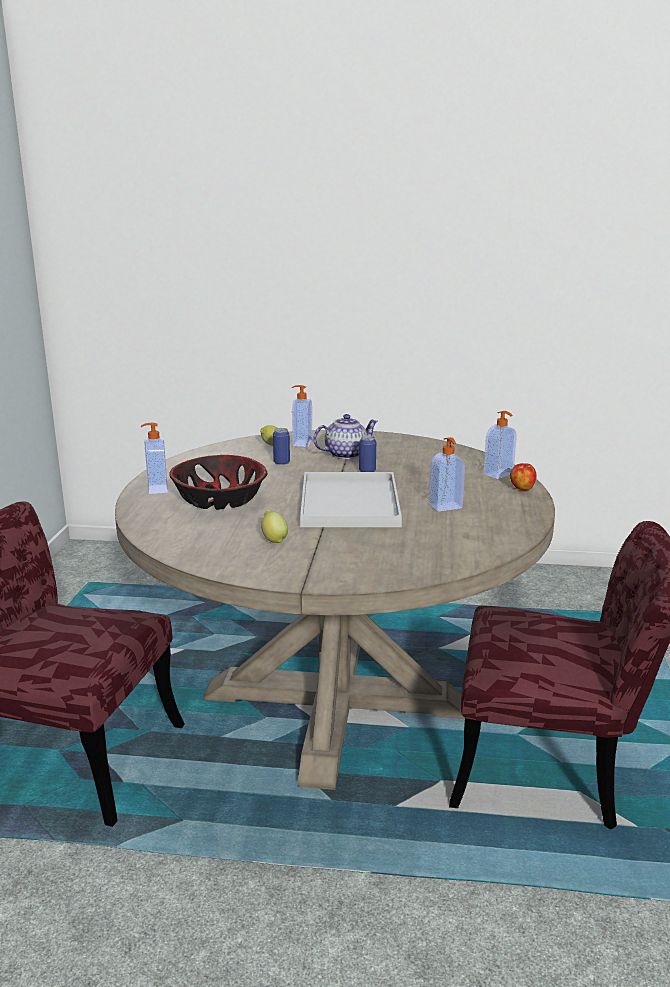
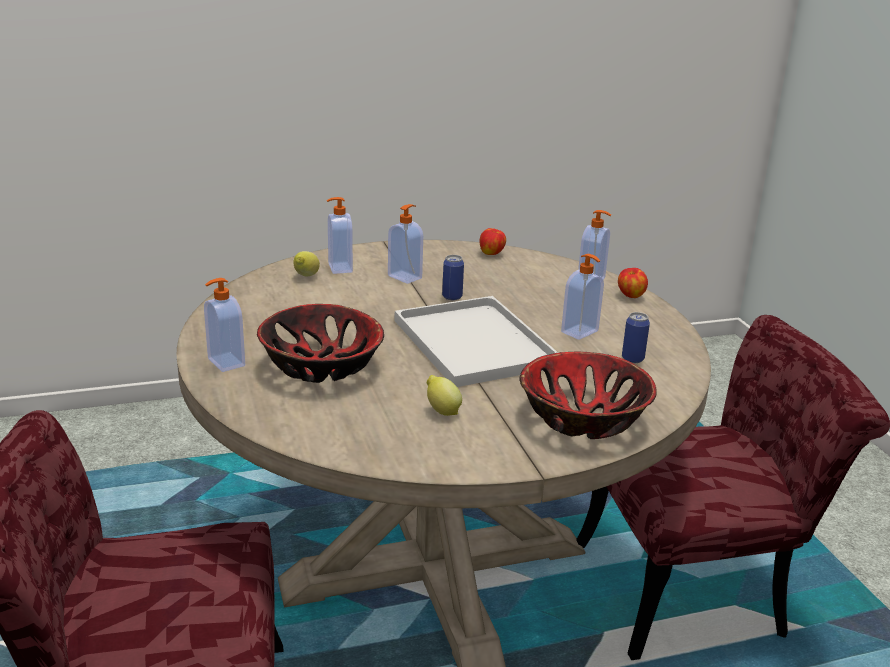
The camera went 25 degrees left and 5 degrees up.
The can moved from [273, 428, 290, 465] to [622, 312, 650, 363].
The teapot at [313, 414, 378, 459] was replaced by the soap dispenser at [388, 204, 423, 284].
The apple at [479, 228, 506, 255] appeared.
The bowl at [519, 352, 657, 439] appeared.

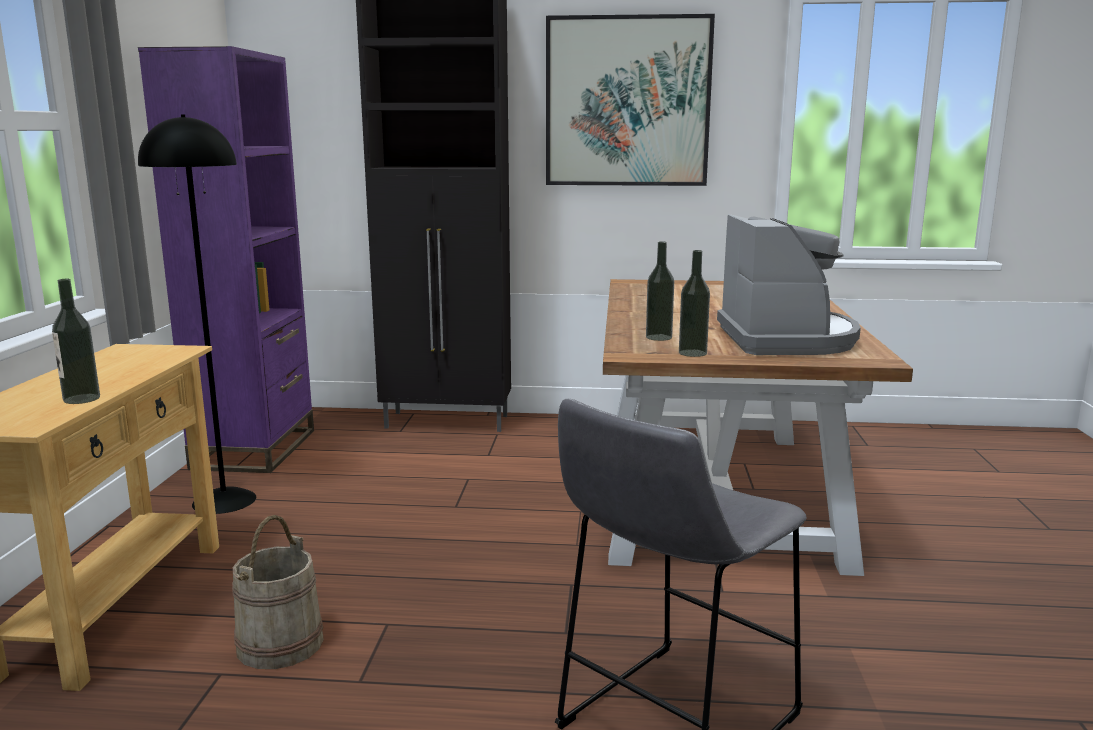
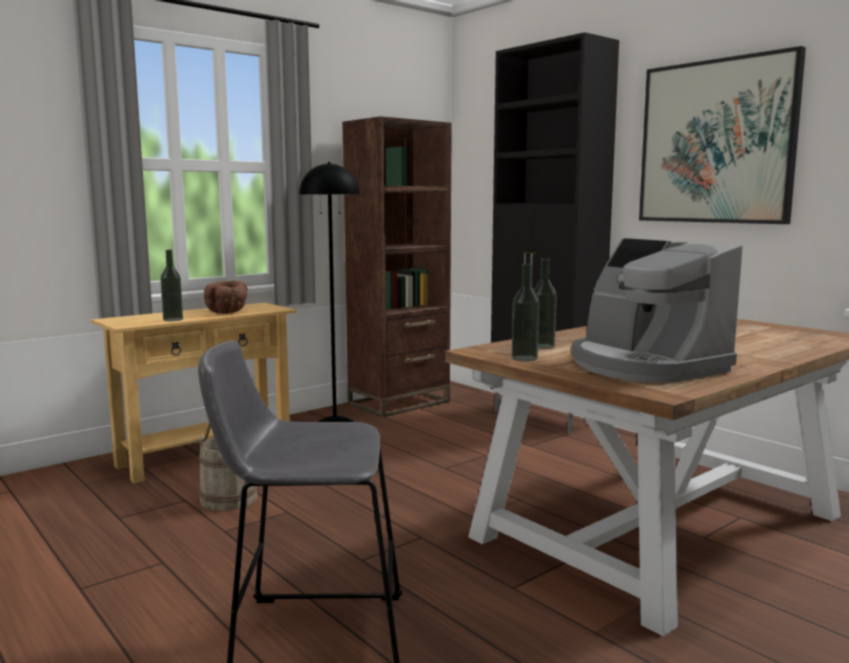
The camera went 45 degrees right and 5 degrees down.
The purple bookcase at [138, 46, 314, 473] became the brown bookcase at [343, 116, 452, 418].
The coffee machine at [717, 214, 861, 355] turned 105 degrees clockwise.
The brown bowl at [204, 281, 247, 314] appeared.

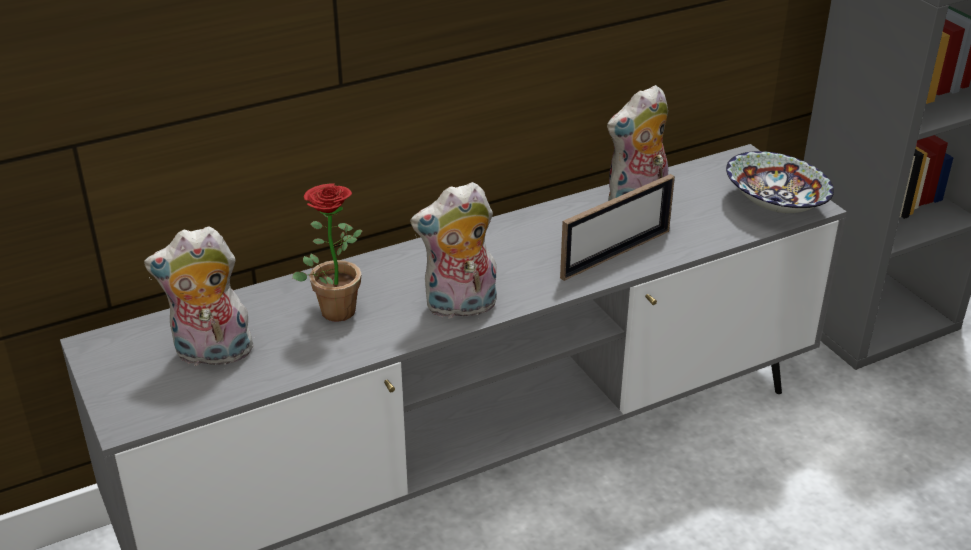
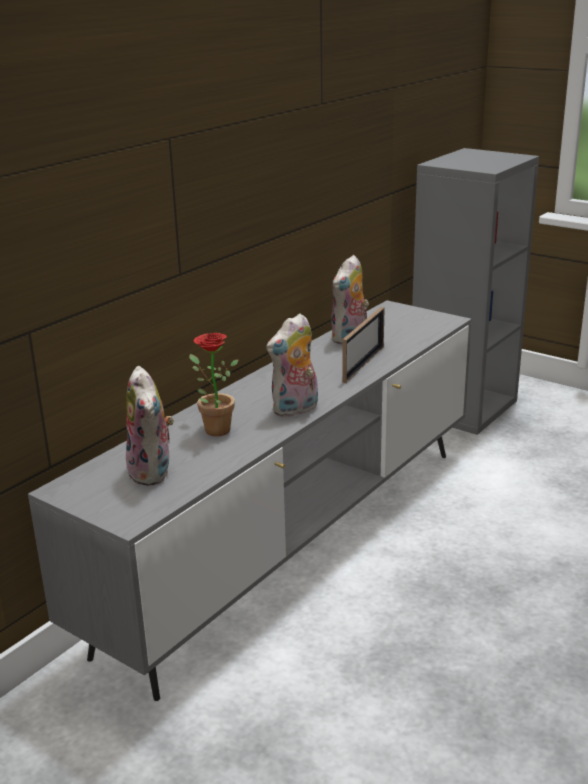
The camera went 25 degrees left and 10 degrees down.
The plush toy at [144, 226, 258, 369] turned 75 degrees counterclockwise.
The bowl at [726, 151, 834, 213] disappeared.

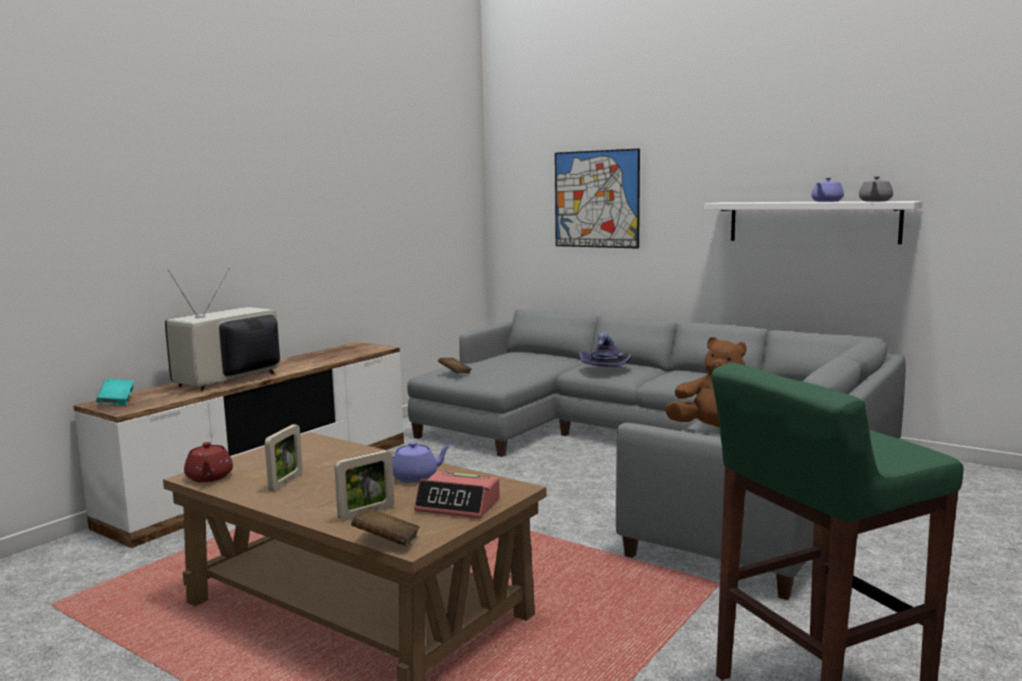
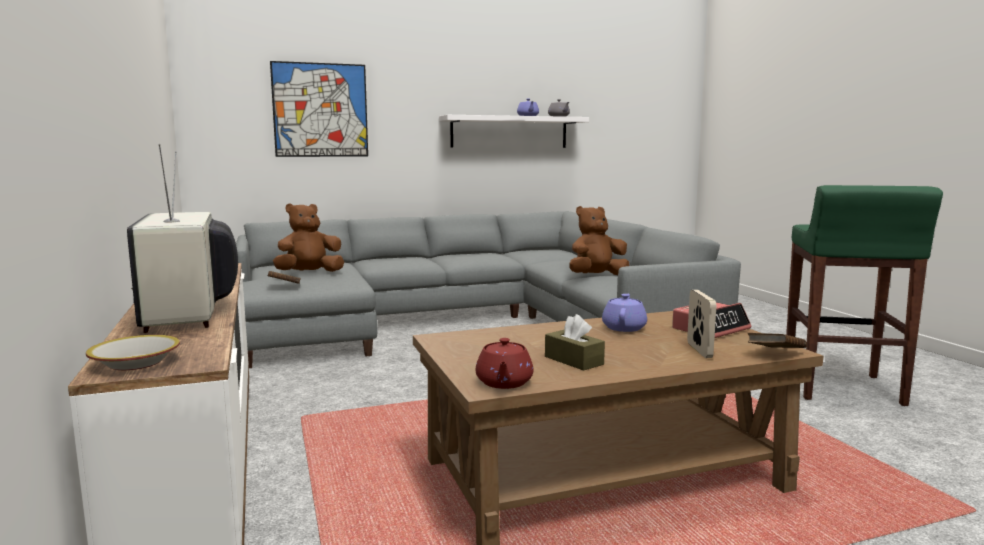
The camera went 55 degrees left and 0 degrees up.
The turquoise book at [96, 378, 134, 405] was replaced by the bowl at [86, 335, 180, 370].
The red teapot at [184, 442, 233, 482] turned 75 degrees clockwise.
The picture frame at [265, 424, 303, 491] was replaced by the brown tissue box at [545, 314, 605, 371].
The purple hat at [580, 333, 632, 367] disappeared.
The brown plush toy at [273, 203, 344, 272] appeared.

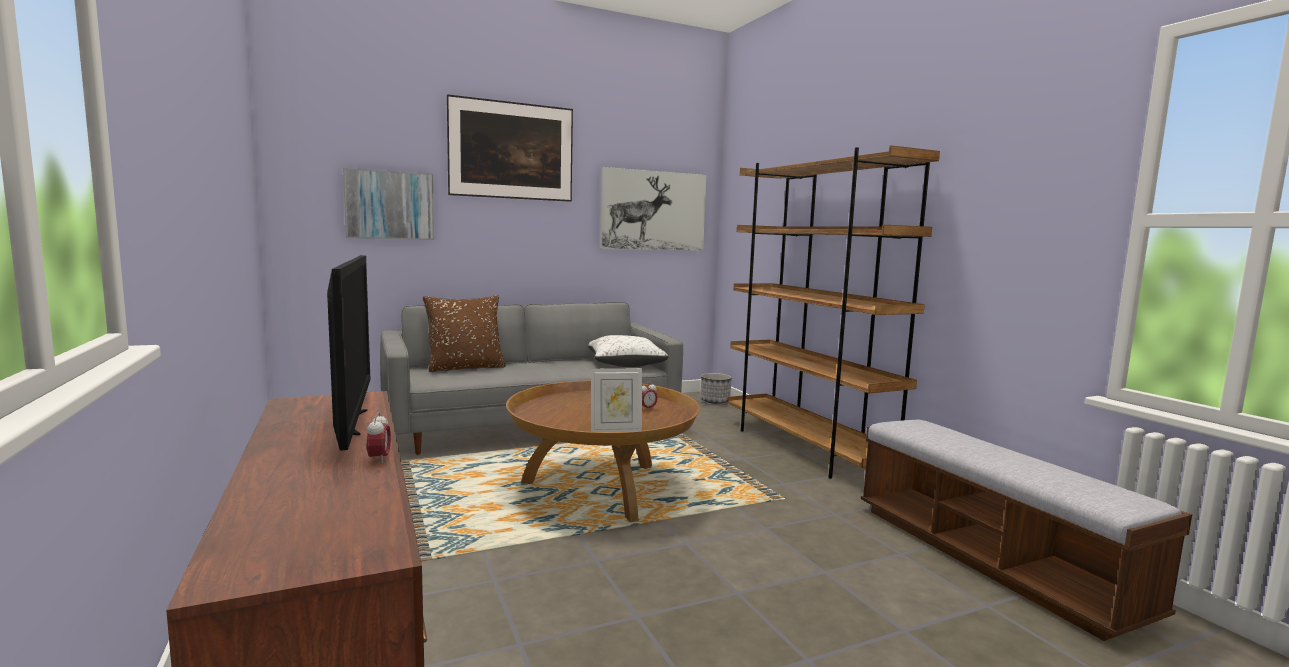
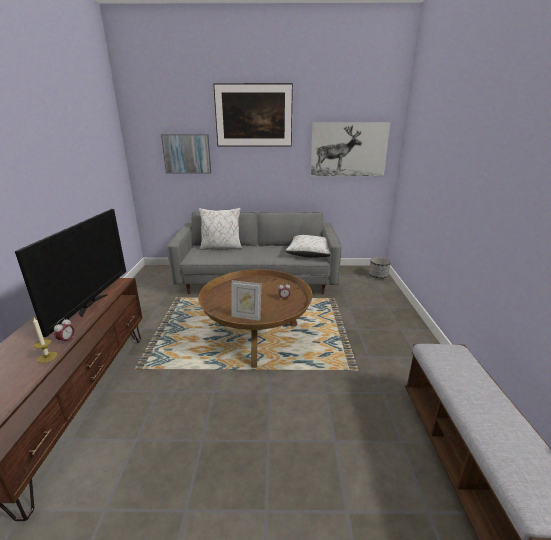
The camera went 25 degrees right and 15 degrees up.
The brown pillow at [423, 295, 506, 372] became the white pillow at [199, 208, 242, 250].
The brown bookcase at [727, 145, 940, 479] disappeared.
The candle at [33, 318, 58, 363] appeared.

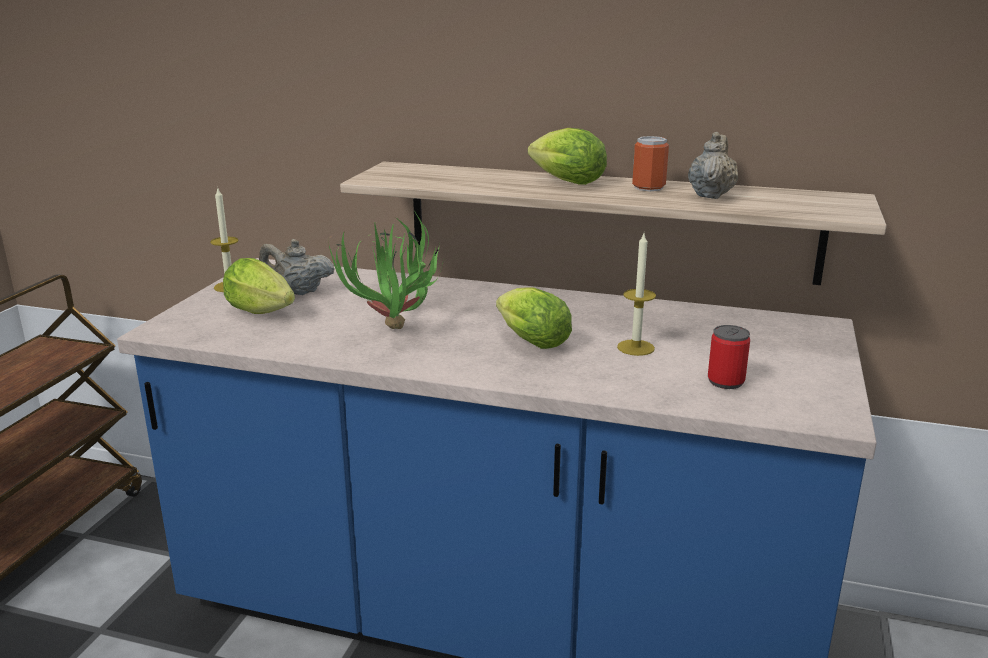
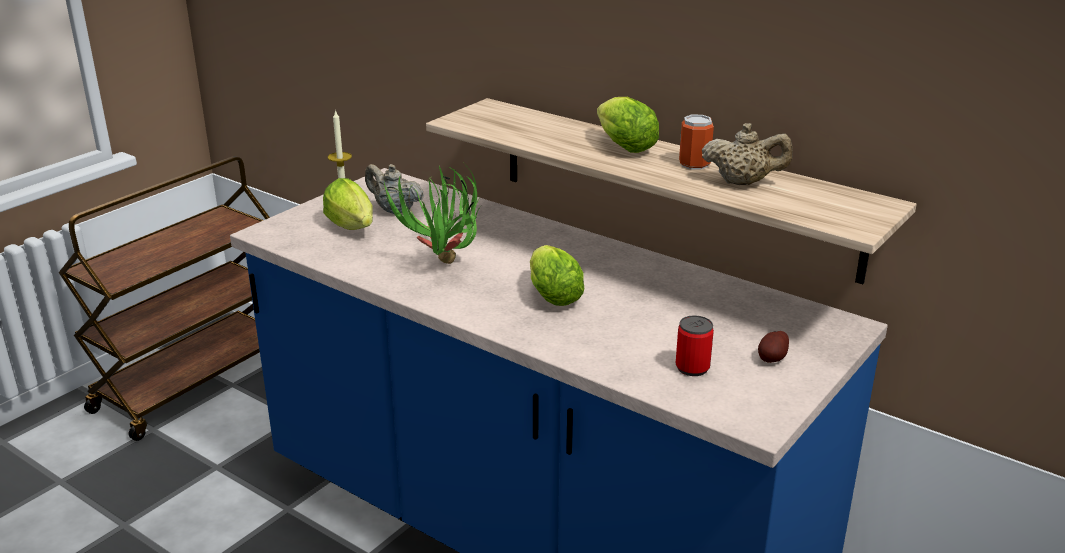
The camera went 20 degrees right and 5 degrees up.
The candle at [617, 234, 656, 356] disappeared.
The beige teapot at [688, 132, 738, 199] turned 60 degrees clockwise.
The potato at [758, 331, 789, 363] appeared.

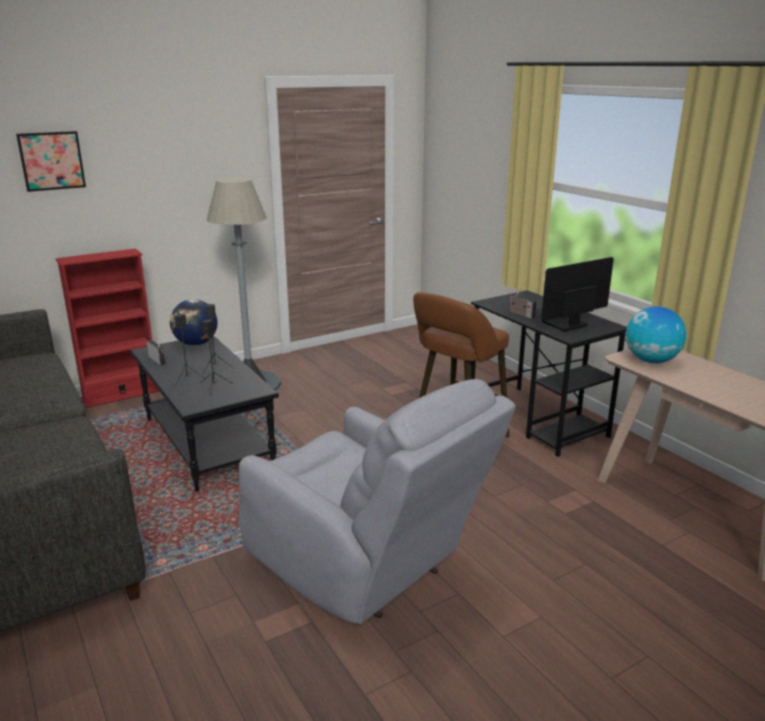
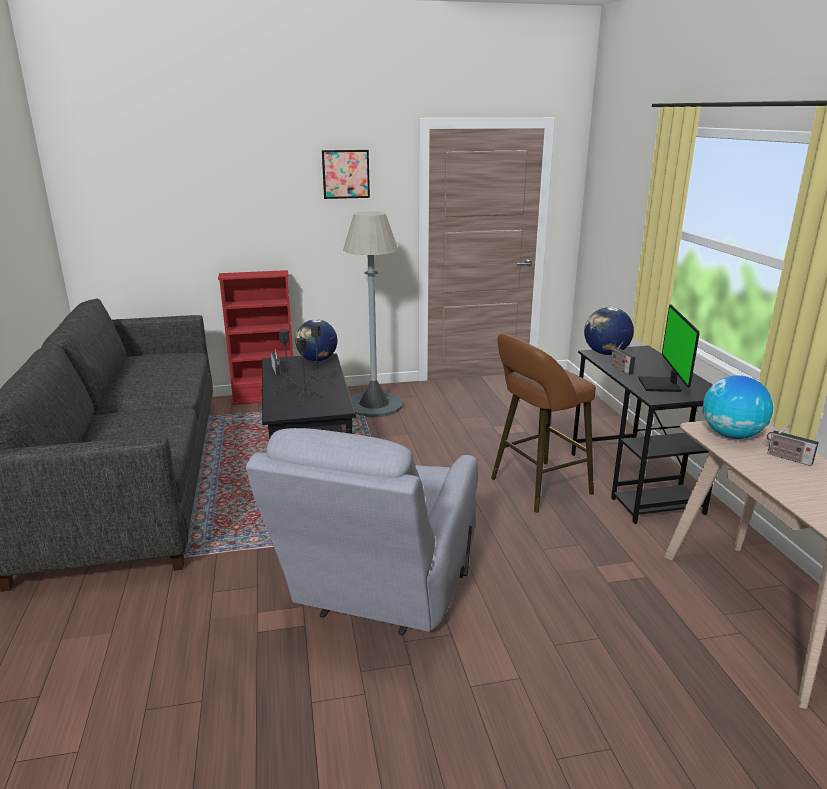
The camera went 20 degrees right and 0 degrees up.
The picture moved from [16, 131, 86, 192] to [322, 150, 370, 199].
The grey armchair at [239, 379, 516, 625] turned 45 degrees clockwise.
The monitor at [541, 257, 614, 332] turned 75 degrees counterclockwise.
The globe at [584, 307, 634, 355] appeared.
The radio at [767, 423, 819, 466] appeared.

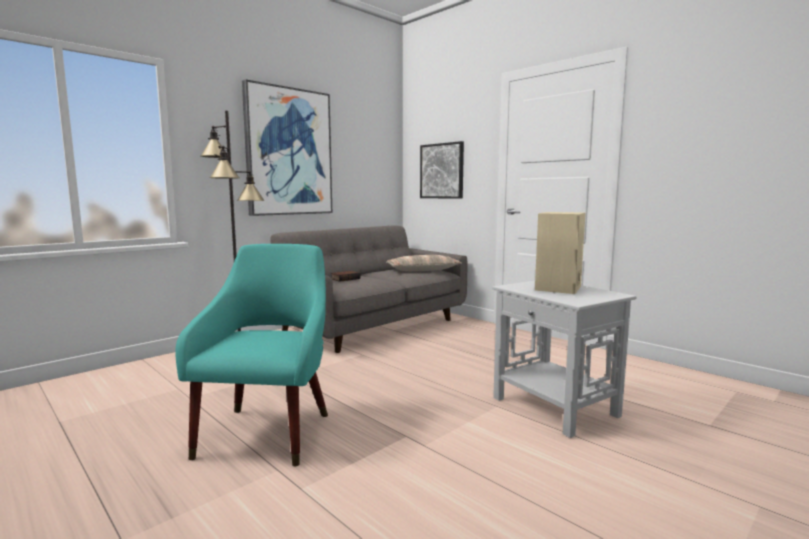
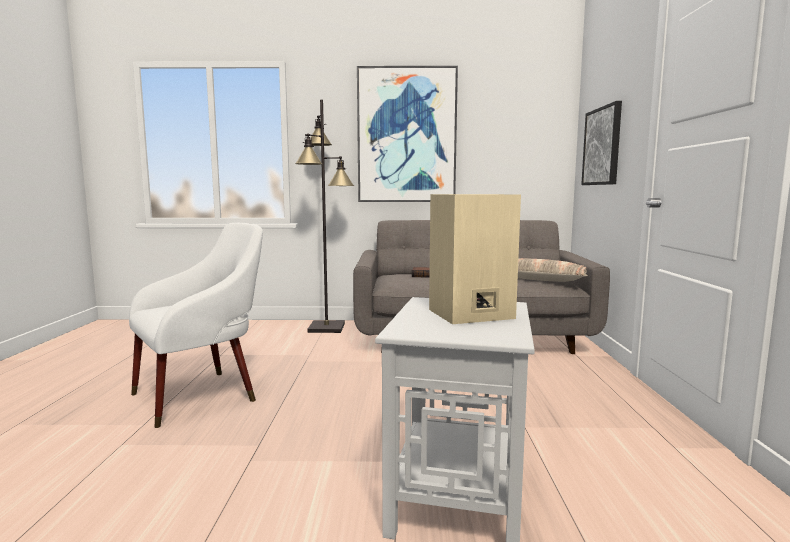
The camera went 45 degrees right and 0 degrees up.
The turquoise armchair at [175, 244, 328, 466] became the white armchair at [129, 223, 263, 428].

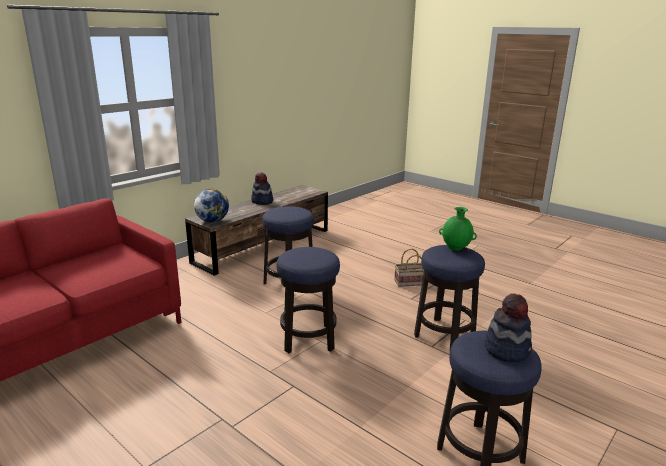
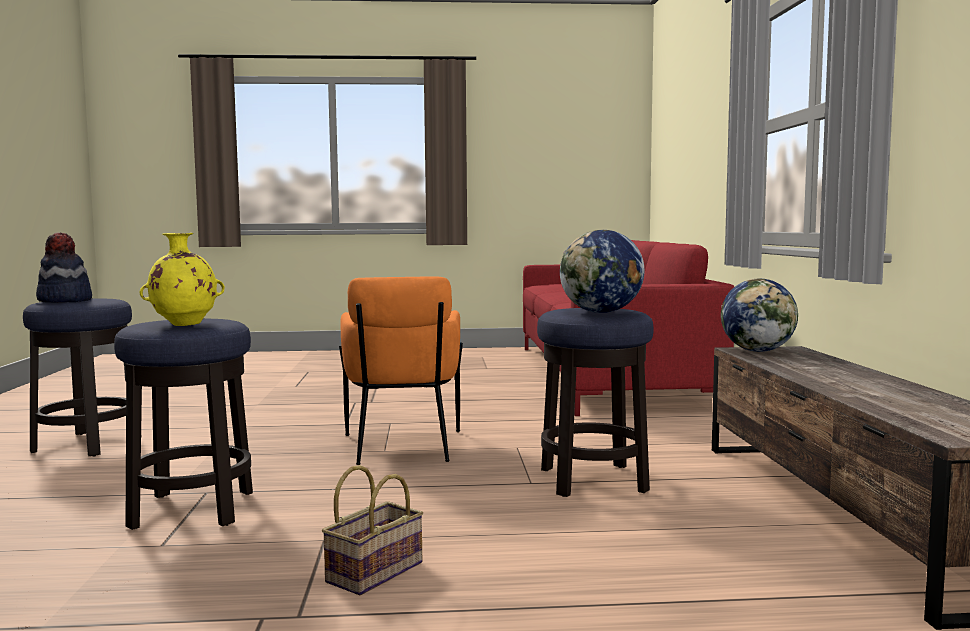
The camera went 135 degrees right and 15 degrees down.
The hat at [251, 172, 273, 205] disappeared.
The stool at [277, 247, 340, 353] was replaced by the orange armchair at [339, 277, 463, 465].
The green vase at [439, 207, 477, 251] became the yellow vase at [139, 233, 225, 326].
The globe at [560, 230, 645, 313] appeared.

